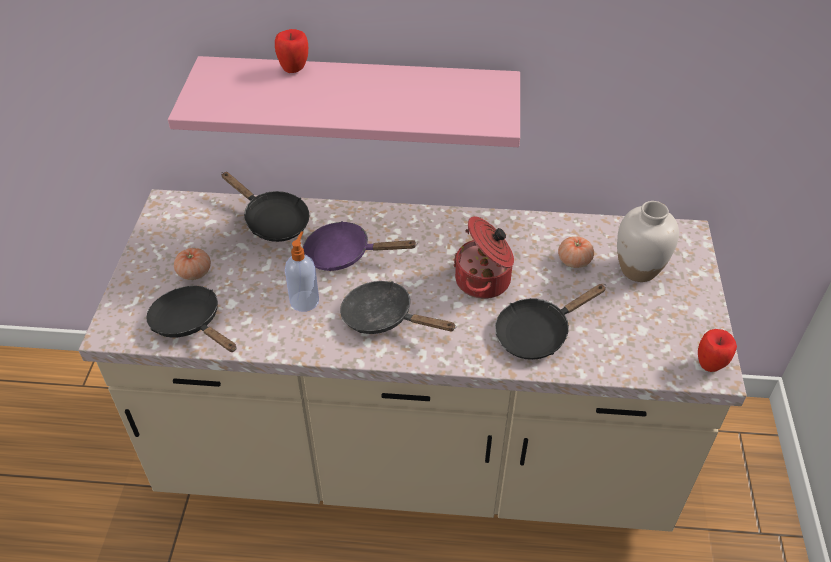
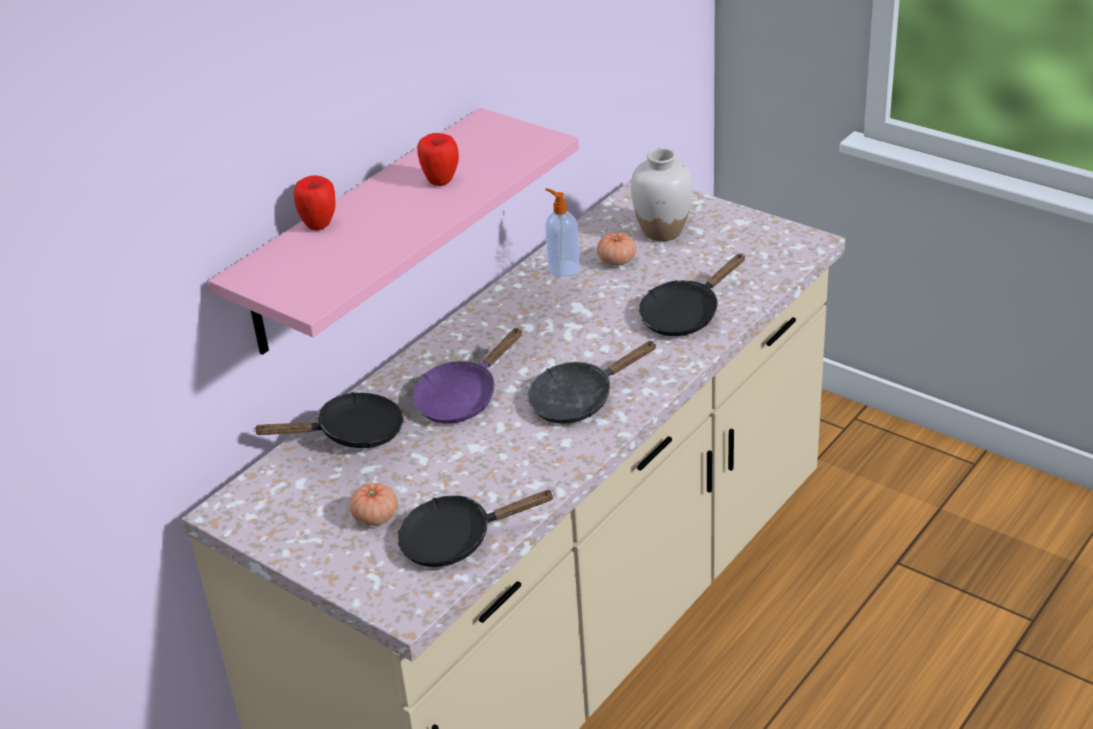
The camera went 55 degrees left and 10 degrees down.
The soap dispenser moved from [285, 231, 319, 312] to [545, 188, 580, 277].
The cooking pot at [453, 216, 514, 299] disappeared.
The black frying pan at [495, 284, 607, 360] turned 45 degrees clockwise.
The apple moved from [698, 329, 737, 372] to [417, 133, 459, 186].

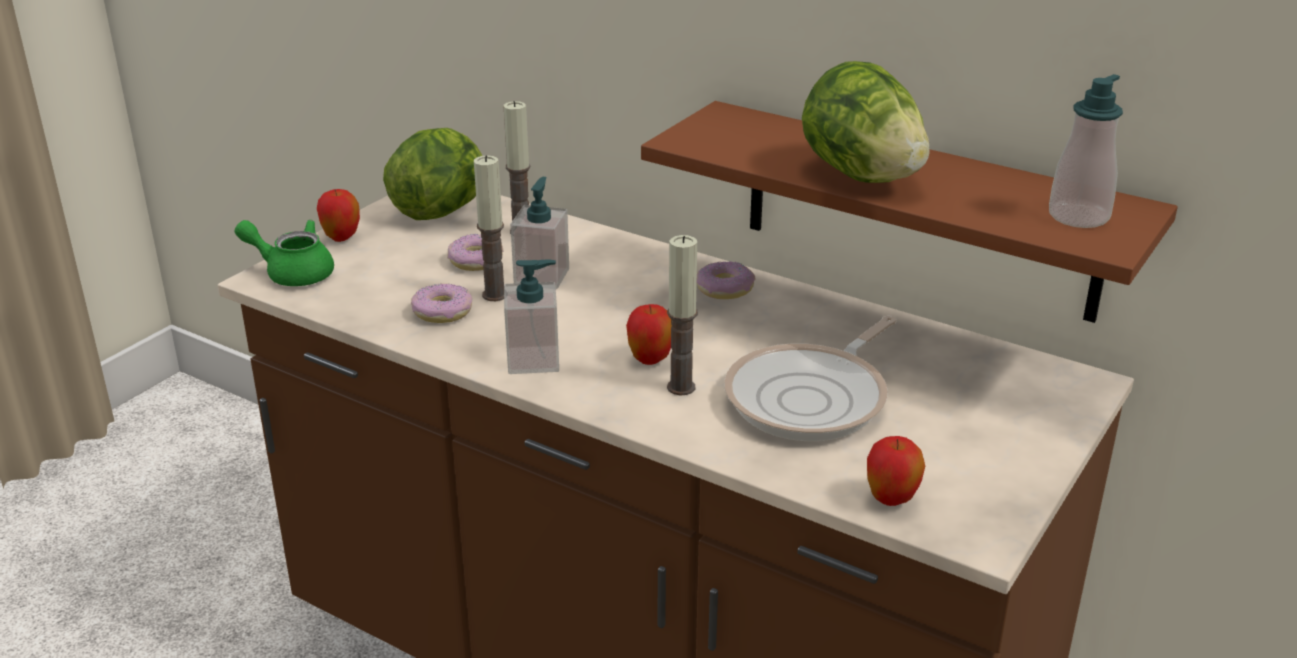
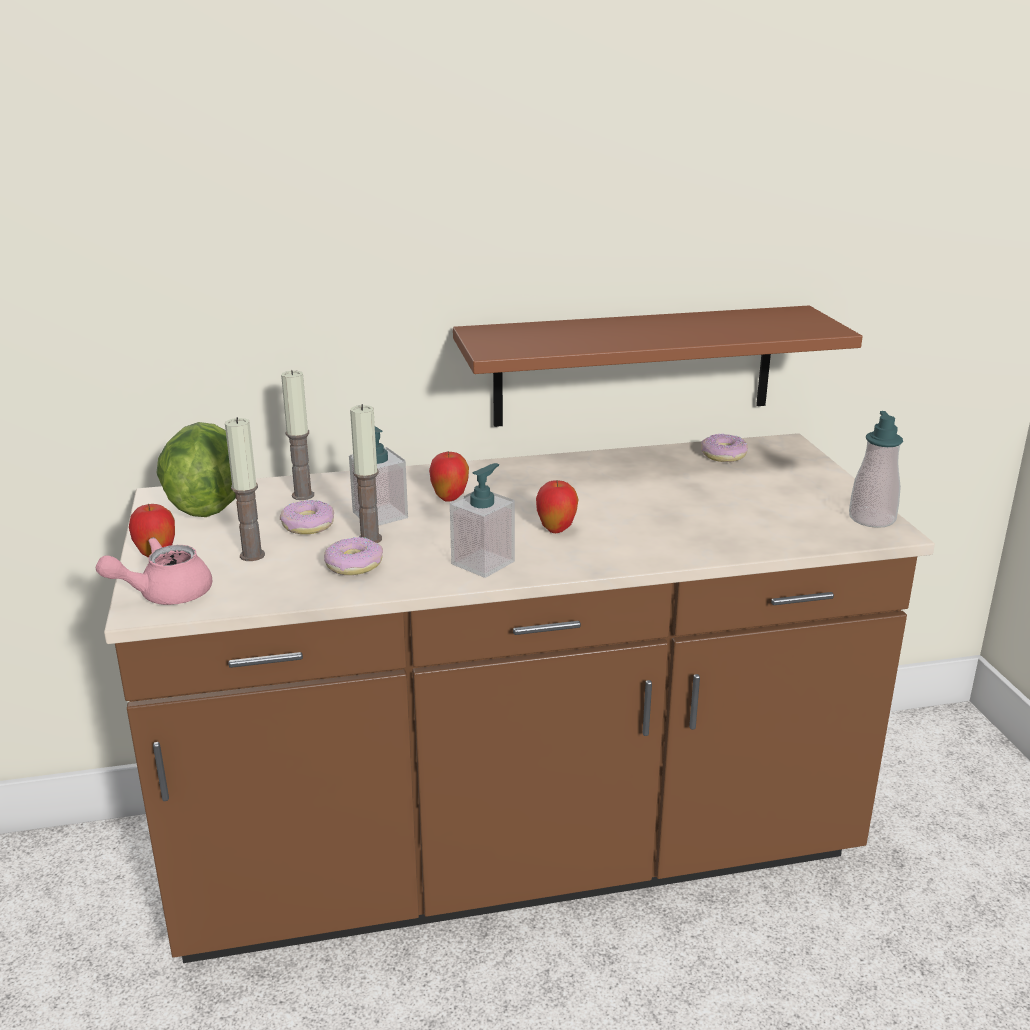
The camera went 45 degrees left and 5 degrees down.
The green teapot at [234, 220, 334, 286] became the pink teapot at [96, 537, 213, 605].
The candle moved from [667, 235, 697, 395] to [225, 417, 265, 561].
The donut moved from [697, 261, 755, 299] to [701, 434, 748, 462].
The frying pan at [724, 316, 897, 441] disappeared.
The lettuce at [802, 61, 930, 183] disappeared.
The apple moved from [867, 436, 925, 506] to [429, 451, 469, 502].
The soap dispenser moved from [1049, 74, 1123, 228] to [849, 411, 903, 528].

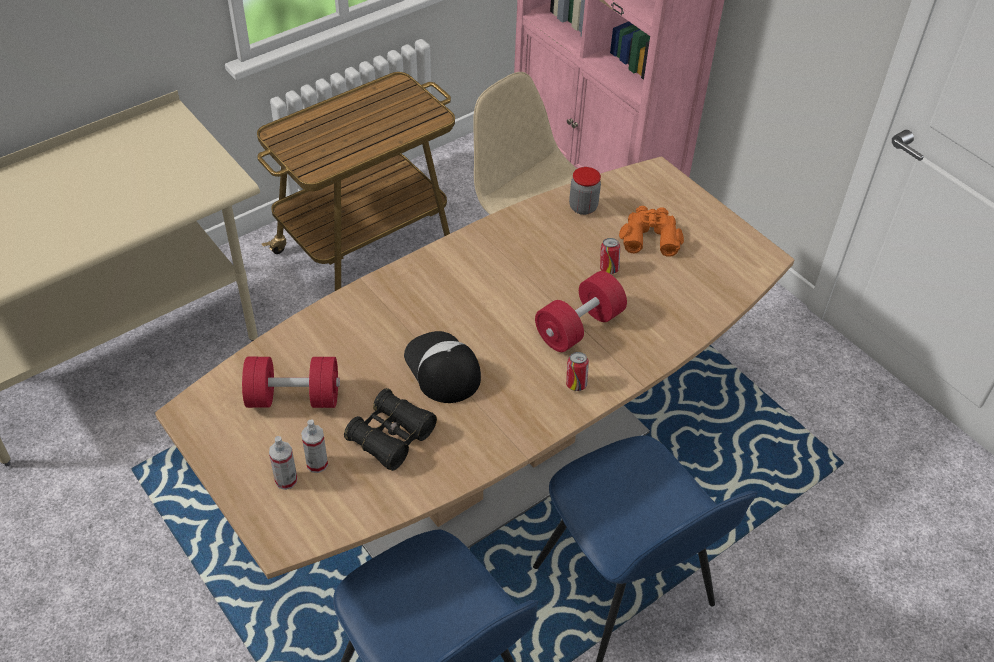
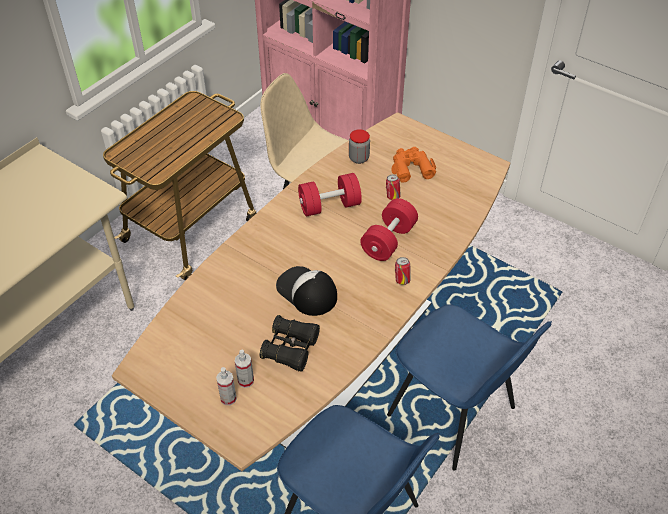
The camera went 15 degrees left and 0 degrees up.
The red dumbbell moved from [242, 357, 340, 408] to [298, 173, 362, 217].

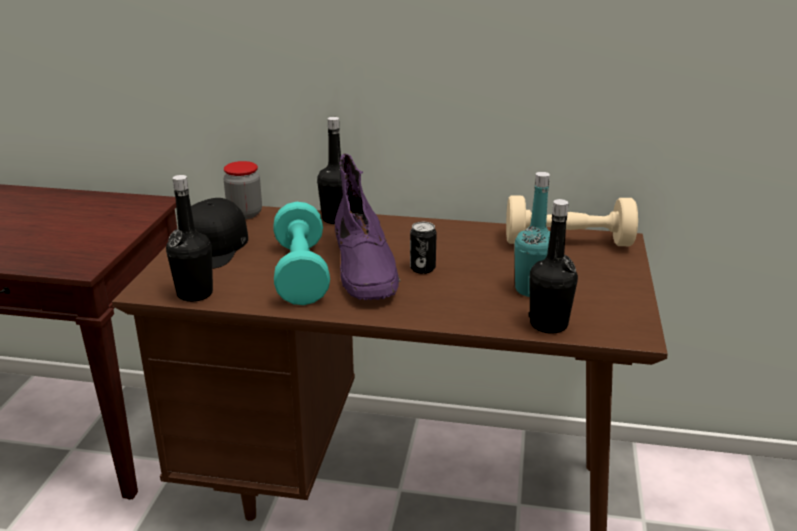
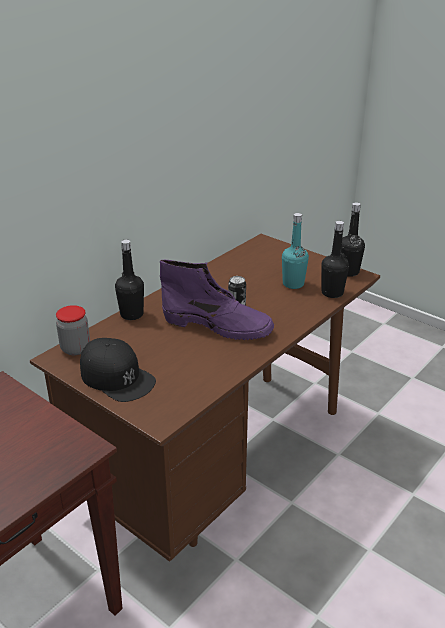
The camera went 60 degrees left and 5 degrees up.
The black bottle moved from [166, 175, 213, 302] to [342, 203, 365, 277].
The turquoise dumbbell at [273, 202, 330, 305] disappeared.
The beige dumbbell at [506, 195, 638, 246] disappeared.

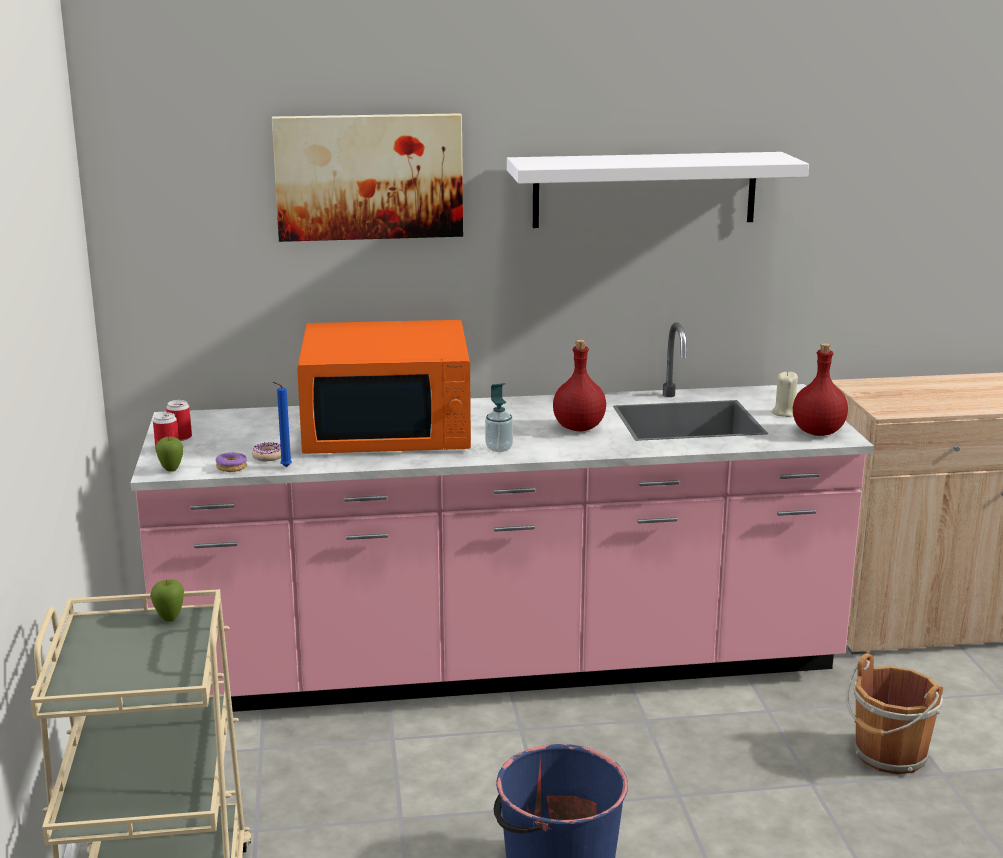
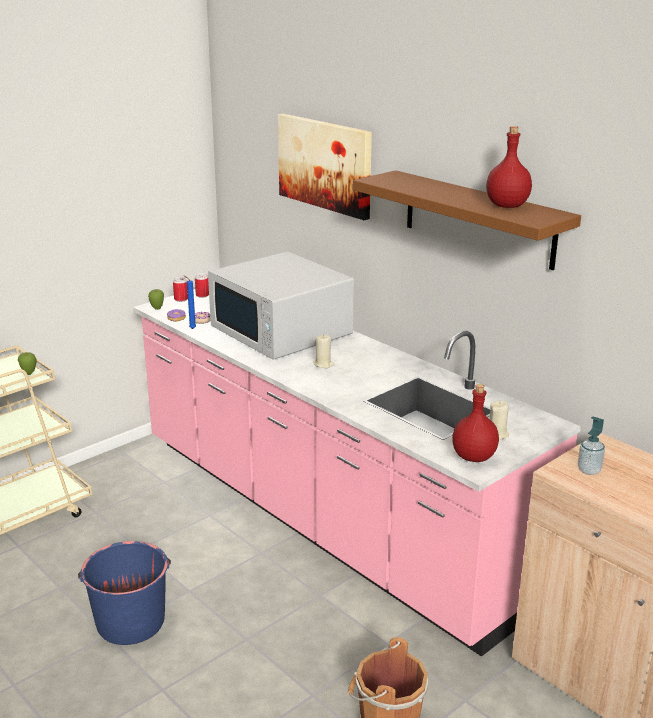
The camera went 55 degrees right and 5 degrees up.
The orange microwave at [297, 320, 471, 454] became the white microwave at [208, 251, 354, 360].
The soap dispenser moved from [485, 383, 513, 452] to [578, 417, 605, 475].
The white shelf at [507, 152, 809, 228] became the brown shelf at [353, 170, 581, 270].
The red bottle moved from [553, 340, 606, 431] to [486, 126, 532, 208].
The beige candle at [313, 334, 334, 368] appeared.

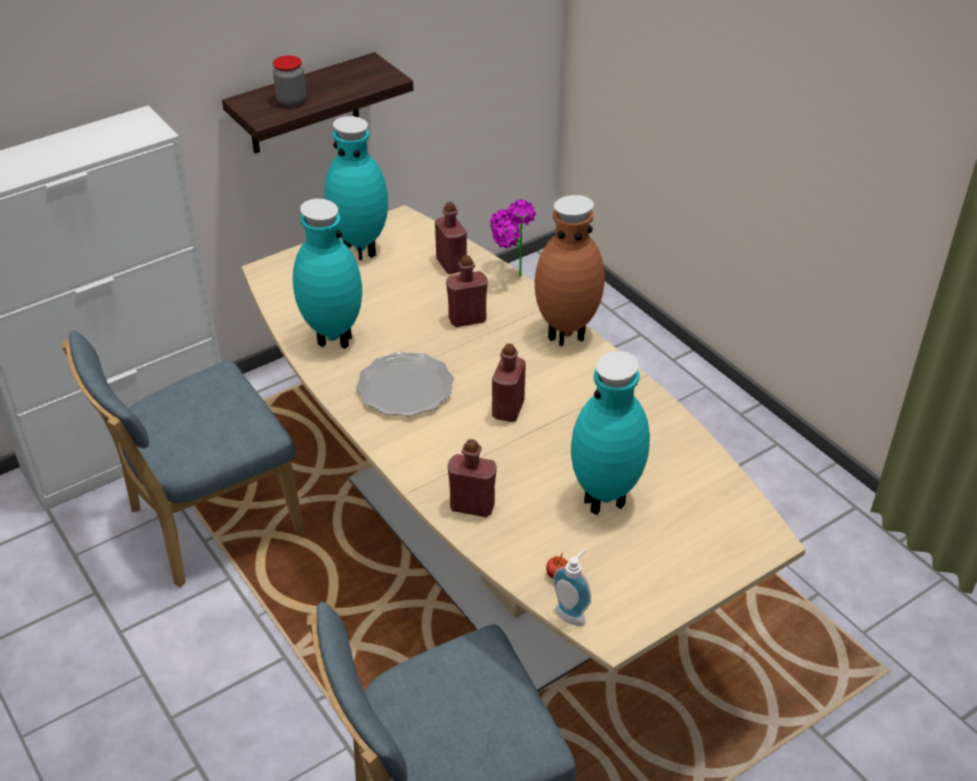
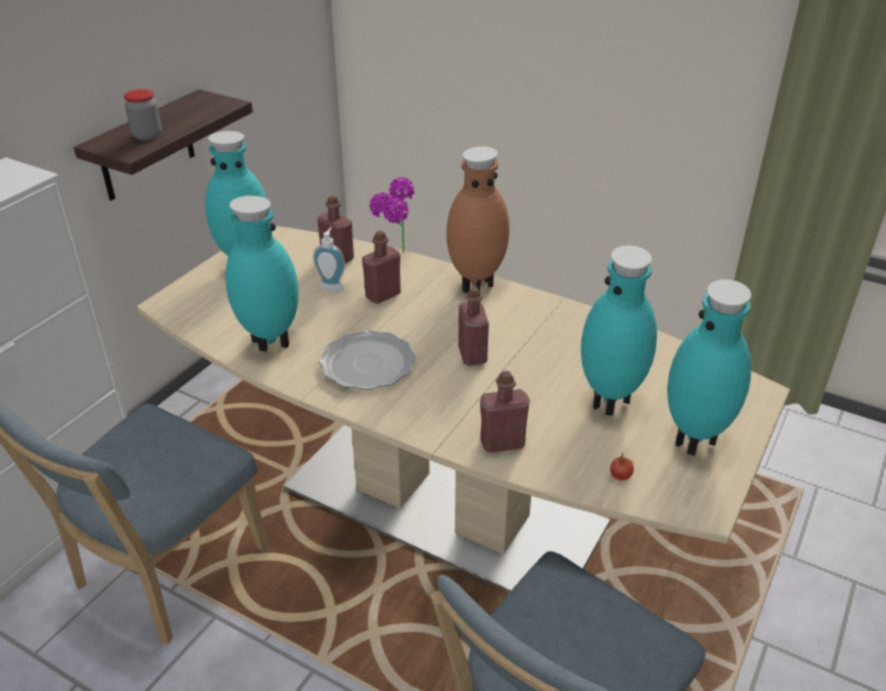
The camera went 25 degrees left and 5 degrees down.
The soap dispenser moved from [553, 549, 591, 626] to [313, 227, 345, 292].
The turquoise vase at [667, 279, 751, 456] appeared.

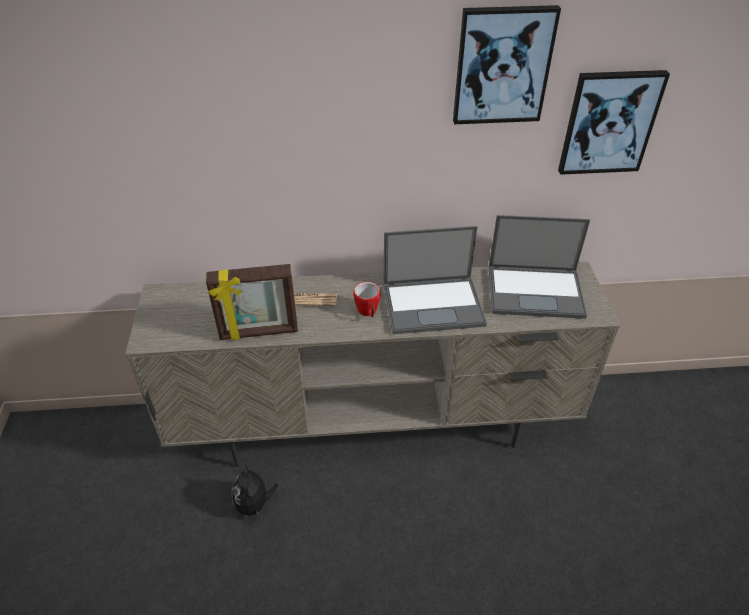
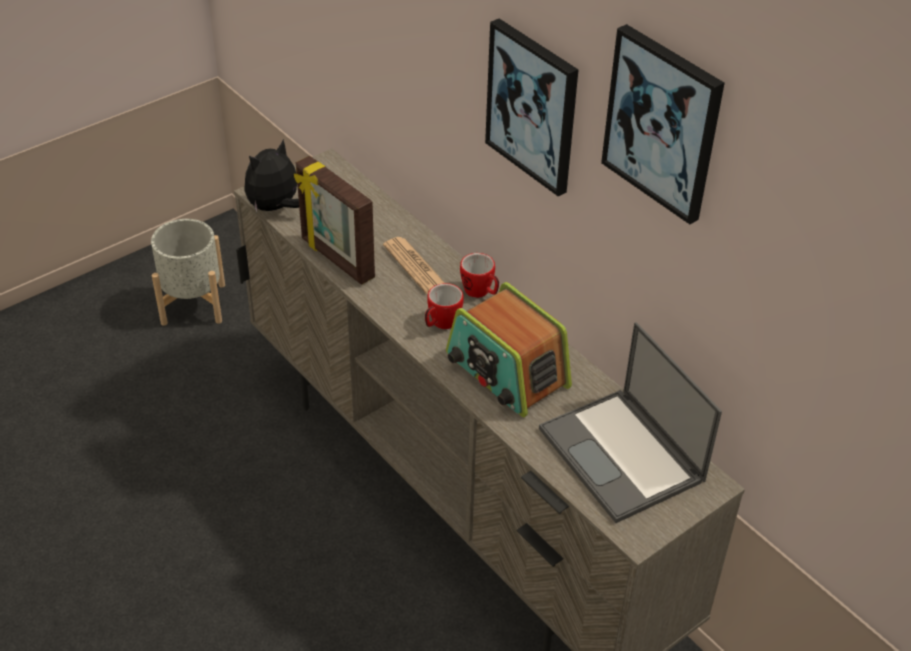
The camera went 55 degrees right and 0 degrees up.
The plush toy moved from [231, 463, 278, 517] to [244, 139, 299, 213].
The laptop at [383, 226, 487, 334] was replaced by the radio at [446, 282, 572, 417].
The picture moved from [558, 70, 670, 175] to [485, 19, 579, 196].
The grey planter at [151, 219, 225, 326] appeared.
The mug at [460, 253, 499, 298] appeared.

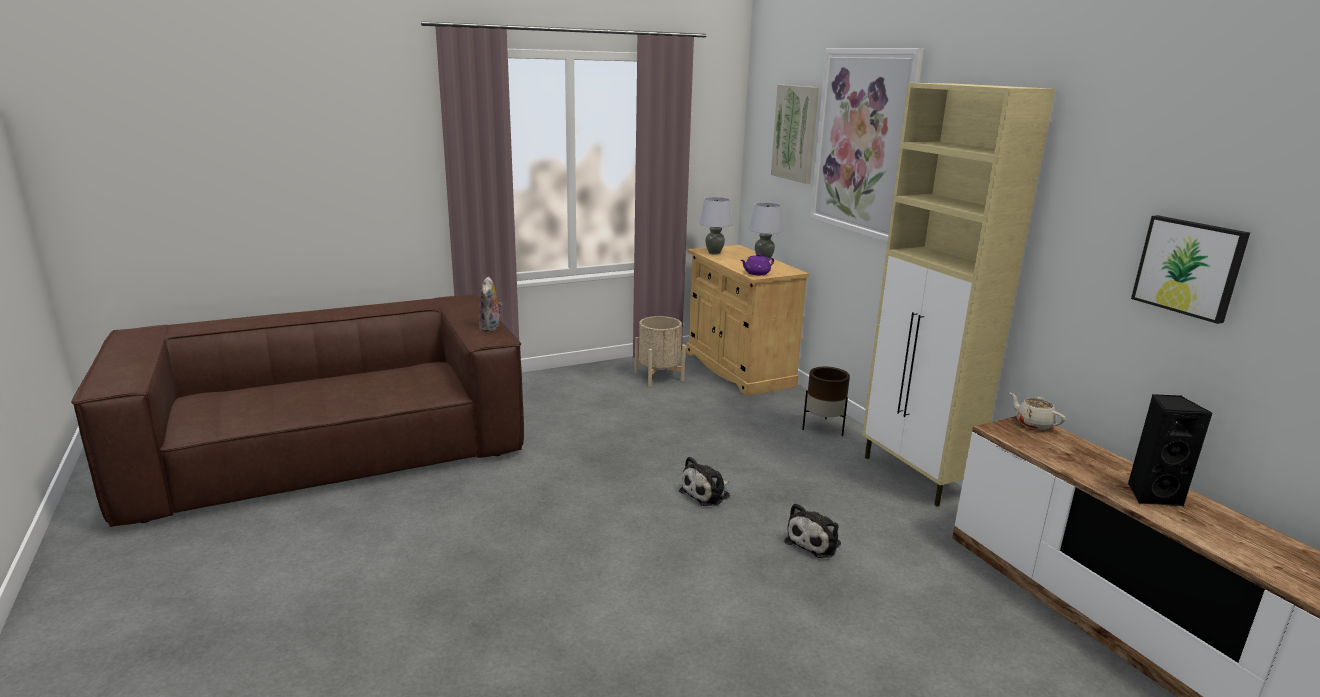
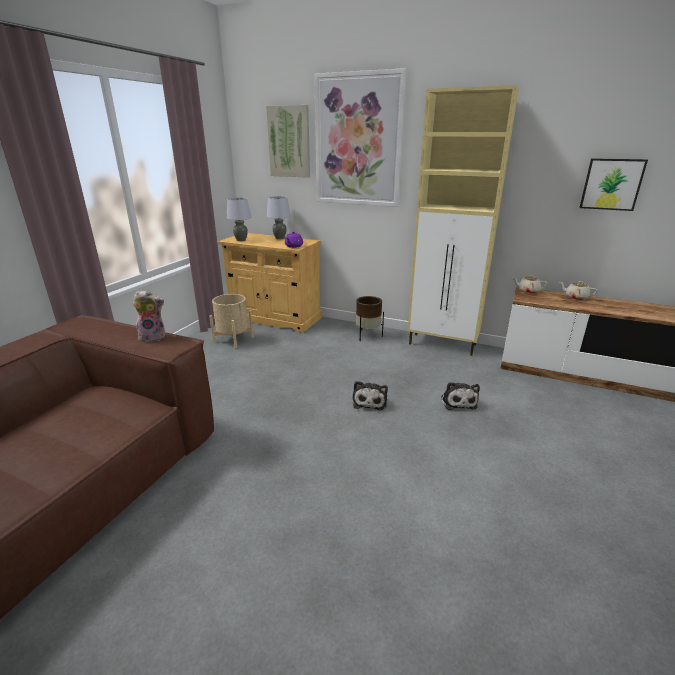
The camera went 40 degrees left and 5 degrees up.
The plush toy at [479, 276, 502, 332] turned 60 degrees counterclockwise.
The black speaker at [1128, 394, 1213, 507] disappeared.
The beige teapot at [559, 281, 598, 300] appeared.

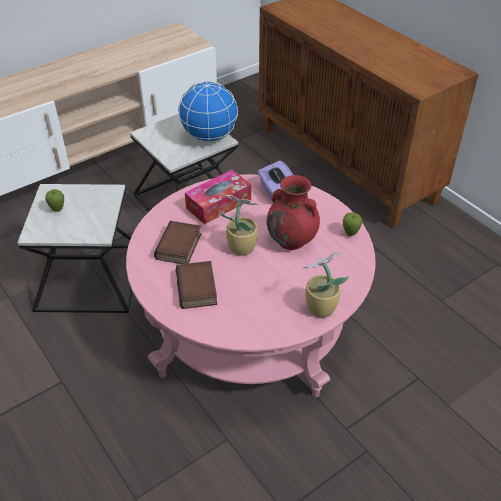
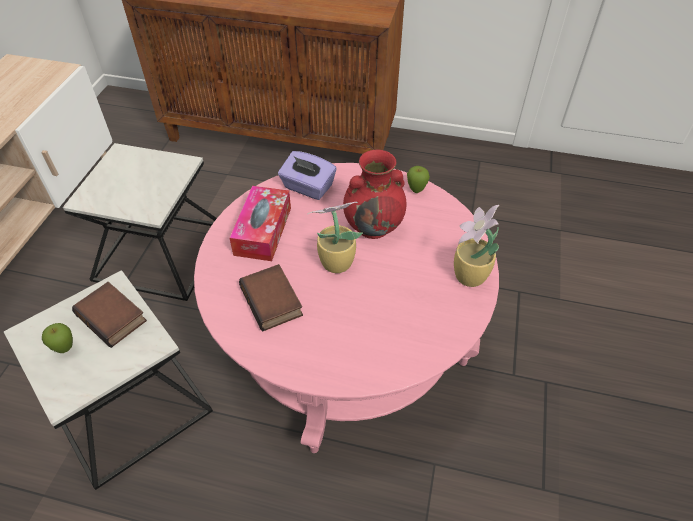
The camera went 40 degrees left and 5 degrees up.
The book moved from [176, 261, 217, 309] to [72, 282, 147, 348].
The globe at [178, 81, 238, 142] disappeared.

